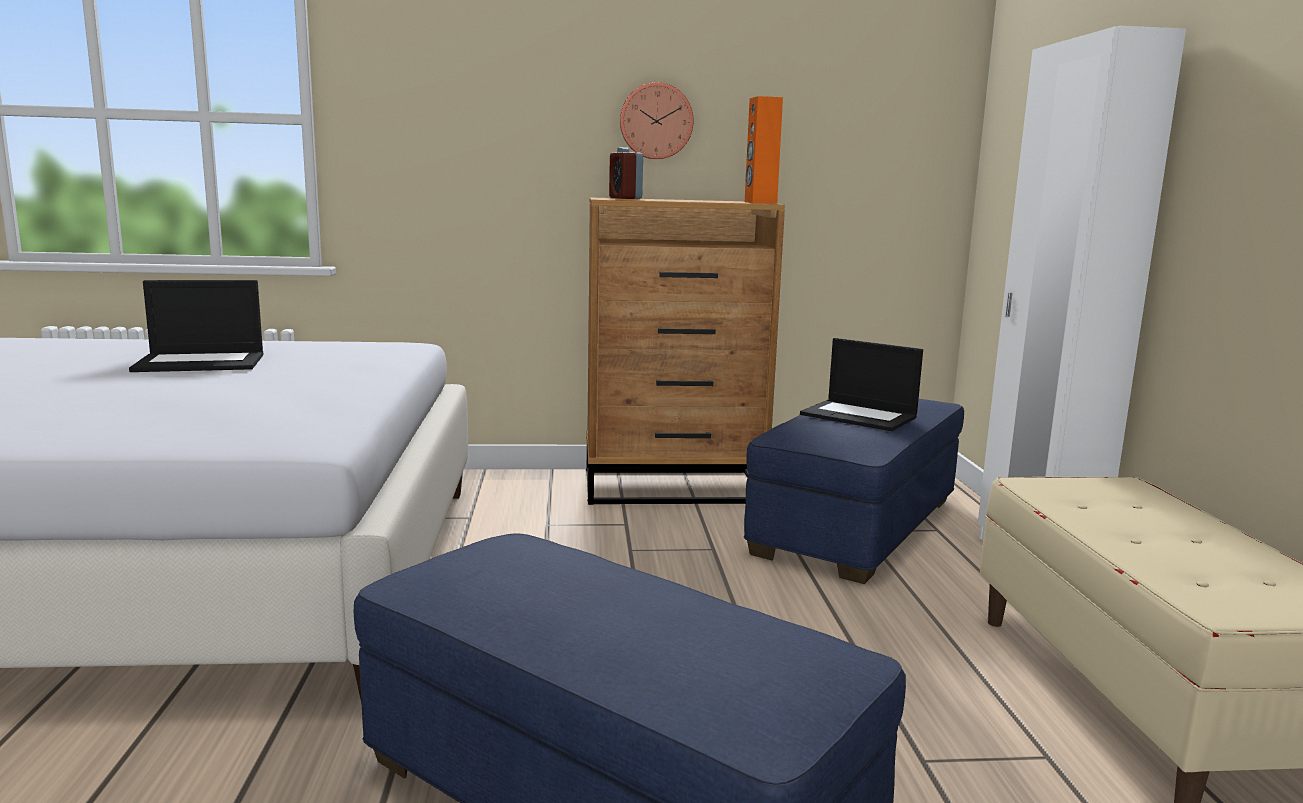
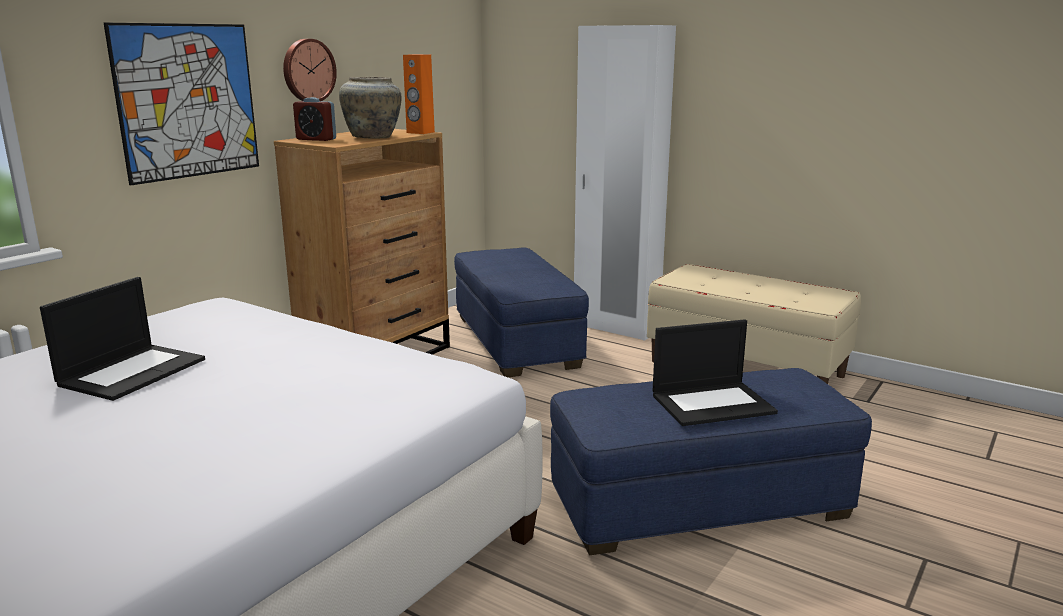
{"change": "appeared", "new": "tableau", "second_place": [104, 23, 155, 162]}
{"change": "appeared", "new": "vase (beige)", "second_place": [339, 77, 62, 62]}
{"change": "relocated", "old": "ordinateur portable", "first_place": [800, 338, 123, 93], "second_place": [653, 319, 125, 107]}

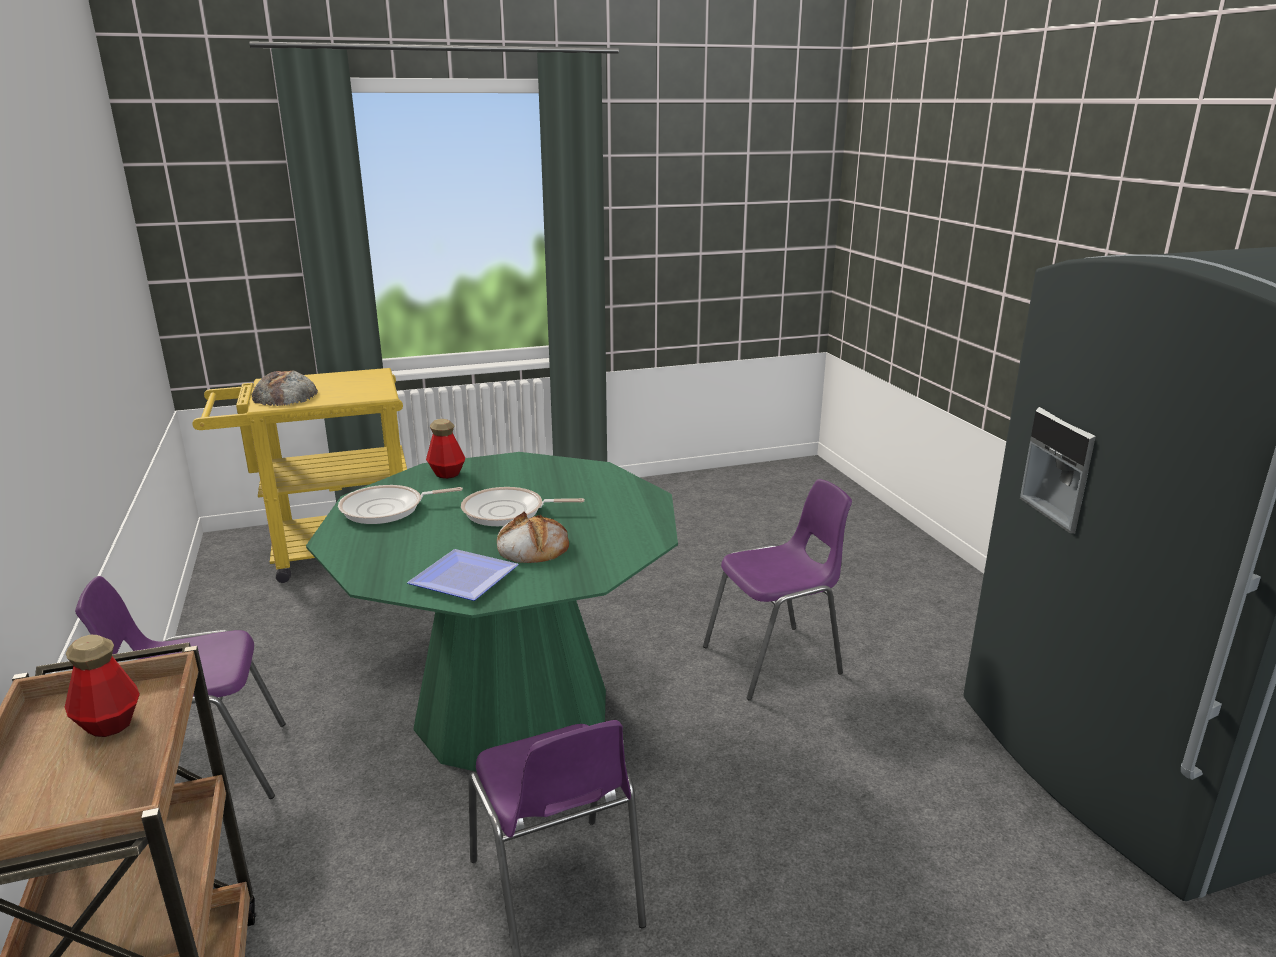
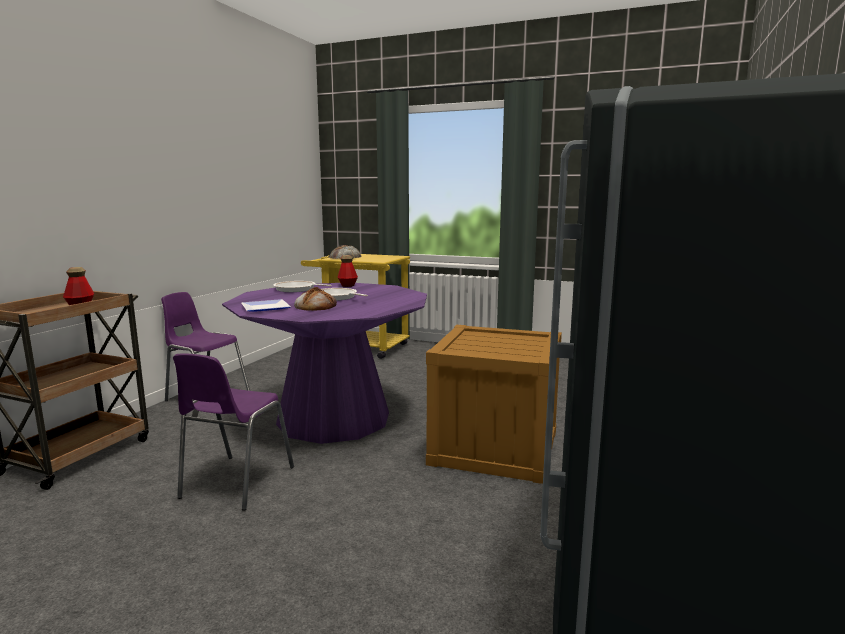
{"change": "exchanged", "old": "chaise (violet)", "new": "caisse", "first_place": [703, 479, 149, 222], "second_place": [426, 325, 136, 159]}
{"change": "colour", "old": "table à manger (vert)", "new": "table à manger (violet)", "first_place": [306, 452, 372, 320], "second_place": [222, 283, 205, 161]}

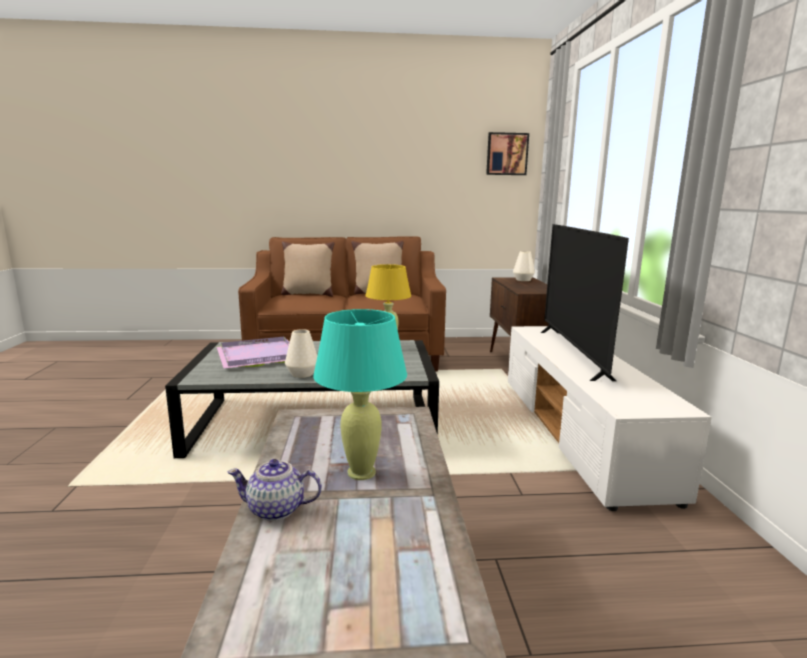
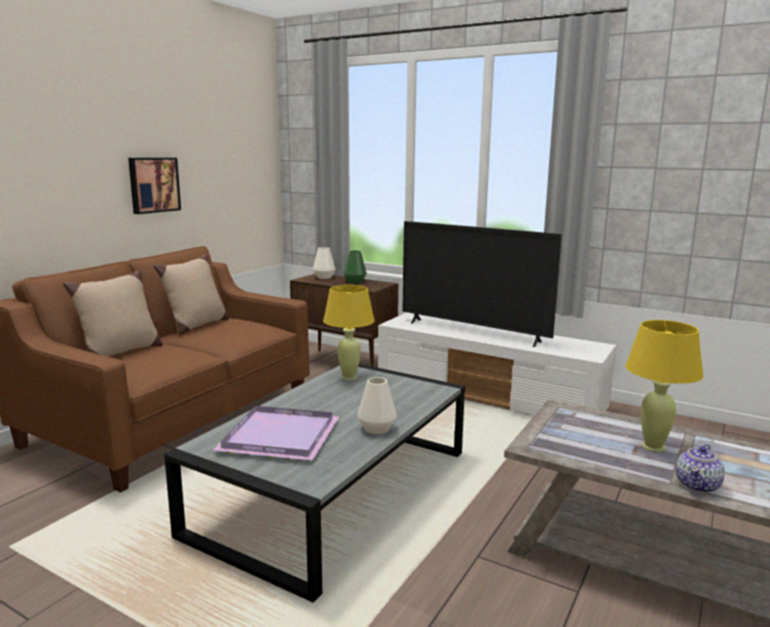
{"change": "appeared", "new": "vase (vert)", "second_place": [343, 251, 24, 32]}
{"change": "relocated", "old": "tableau", "first_place": [486, 132, 43, 43], "second_place": [128, 158, 53, 56]}
{"change": "colour", "old": "lampe de table (turquoise)", "new": "lampe de table (jaune)", "first_place": [313, 309, 94, 171], "second_place": [626, 320, 77, 132]}

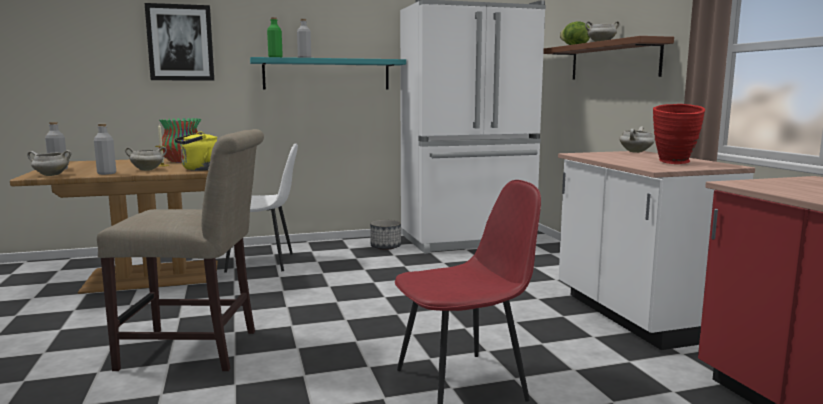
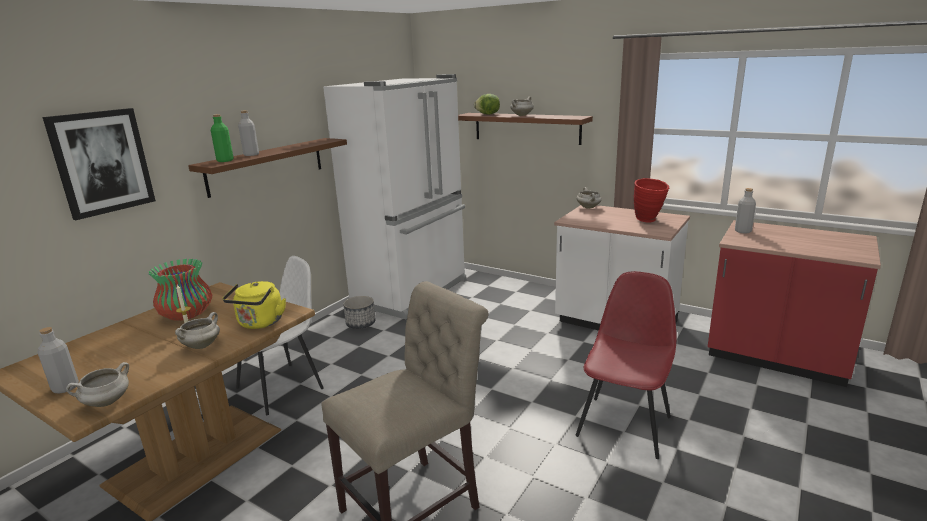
{"change": "relocated", "old": "bouteille (gris)", "first_place": [94, 124, 22, 51], "second_place": [735, 188, 21, 46]}
{"change": "colour", "old": "étagère (turquoise)", "new": "étagère (marron)", "first_place": [250, 57, 156, 33], "second_place": [188, 138, 159, 60]}

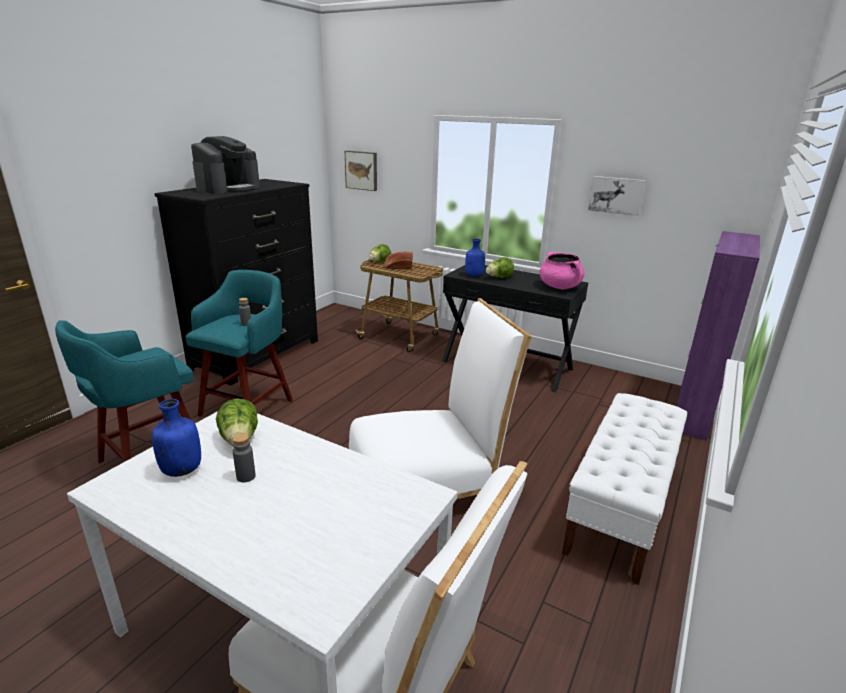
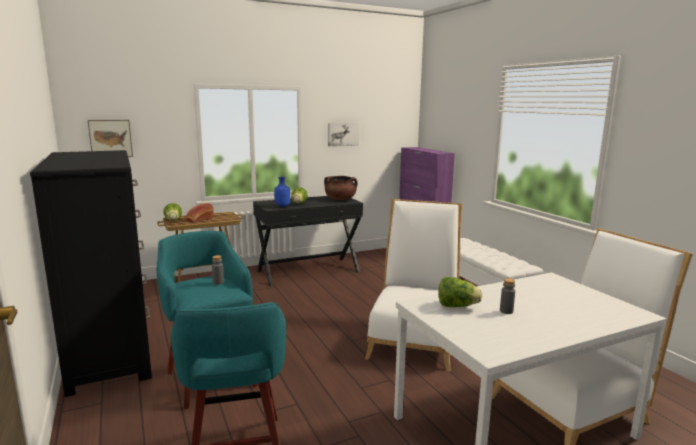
{"change": "missing", "old": "bouteille (bleu)", "first_place": [152, 399, 49, 78]}
{"change": "missing", "old": "machine à café", "first_place": [191, 136, 69, 58]}
{"change": "colour", "old": "marmite (rose)", "new": "marmite (marron)", "first_place": [540, 252, 45, 38], "second_place": [324, 176, 34, 24]}

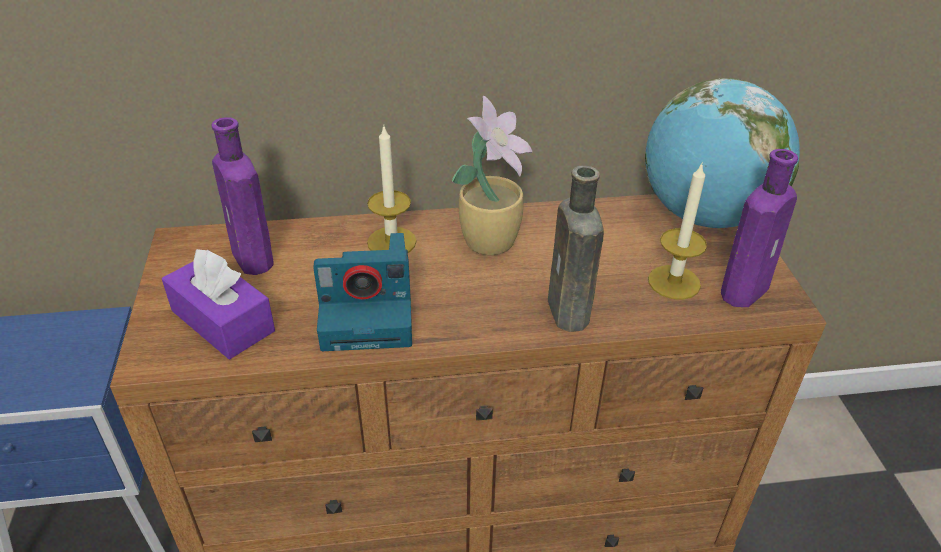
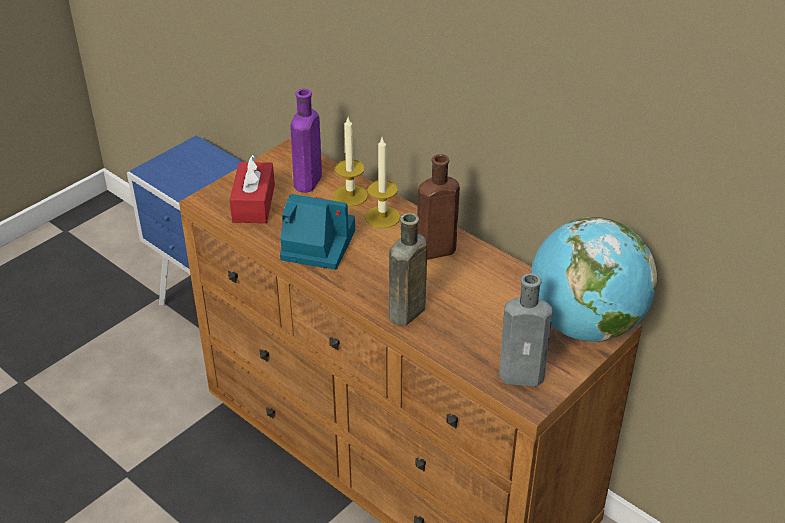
{"change": "relocated", "old": "bougie", "first_place": [648, 162, 59, 138], "second_place": [333, 117, 35, 90]}
{"change": "exchanged", "old": "plante en pot", "new": "bouteille (marron)", "first_place": [452, 96, 81, 159], "second_place": [417, 154, 43, 106]}
{"change": "colour", "old": "boîte à mouchoirs (violet)", "new": "boîte à mouchoirs (rouge)", "first_place": [162, 249, 113, 110], "second_place": [230, 155, 45, 68]}
{"change": "colour", "old": "bouteille (violet)", "new": "bouteille (gris)", "first_place": [721, 149, 77, 158], "second_place": [499, 273, 54, 113]}
{"change": "spun", "old": "appareil photo", "first_place": [313, 233, 99, 118], "second_place": [280, 194, 75, 76], "degrees": 150}

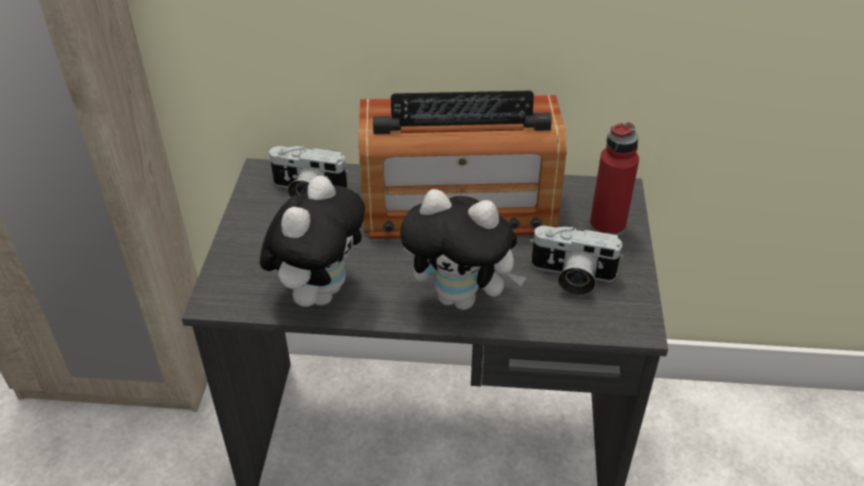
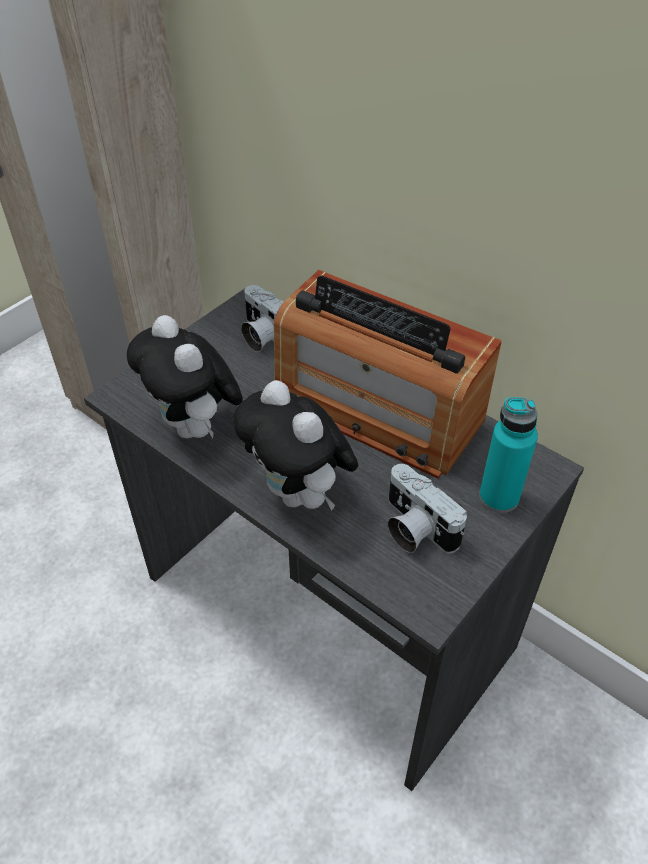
{"change": "colour", "old": "bouteille (rouge)", "new": "bouteille (turquoise)", "first_place": [590, 122, 49, 114], "second_place": [479, 397, 59, 116]}
{"change": "spun", "old": "peluche", "first_place": [260, 176, 105, 131], "second_place": [127, 315, 116, 124], "degrees": 90}

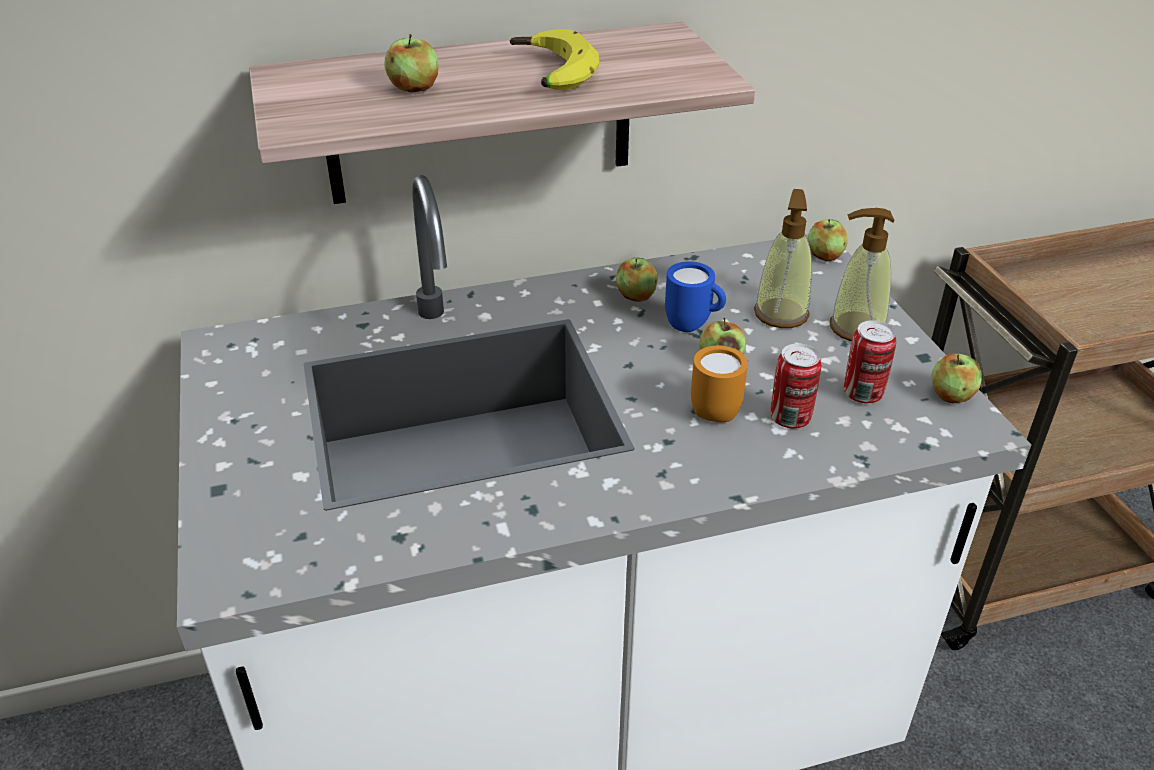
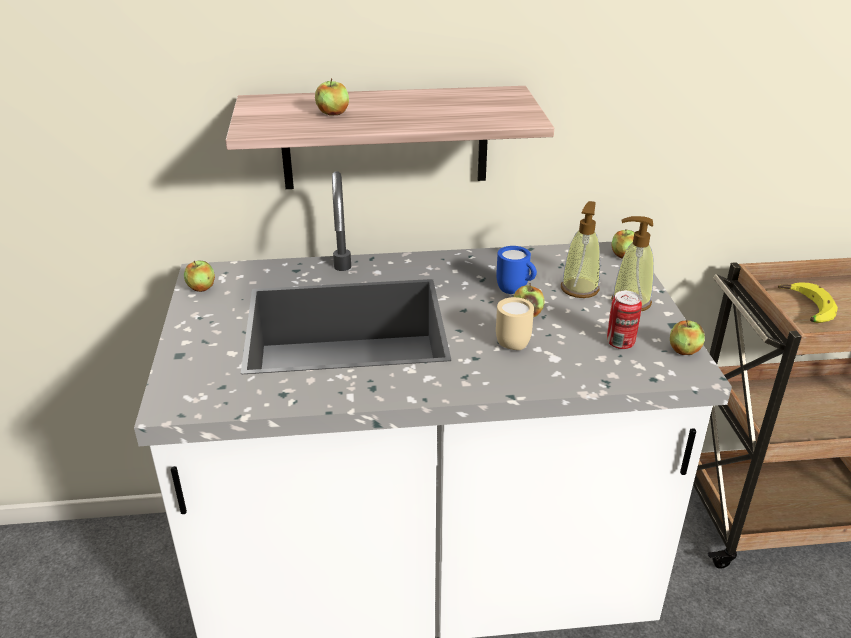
{"change": "missing", "old": "boîte métallique", "first_place": [770, 343, 51, 86]}
{"change": "relocated", "old": "banane", "first_place": [510, 29, 89, 61], "second_place": [778, 282, 60, 41]}
{"change": "relocated", "old": "pomme", "first_place": [616, 258, 42, 44], "second_place": [184, 261, 31, 31]}
{"change": "colour", "old": "mug (orange)", "new": "mug (beige)", "first_place": [691, 345, 57, 77], "second_place": [496, 297, 38, 53]}

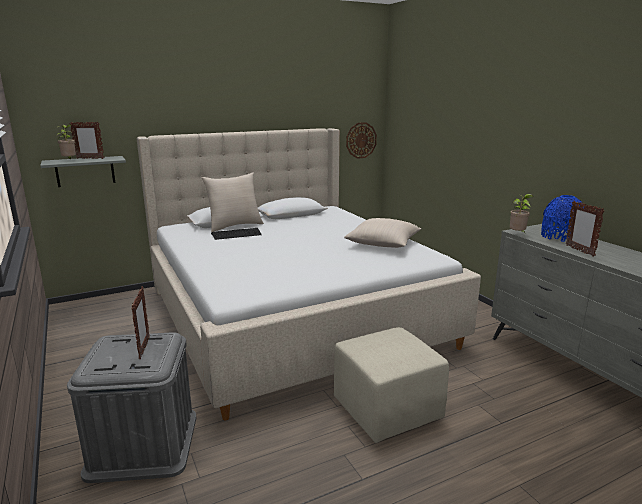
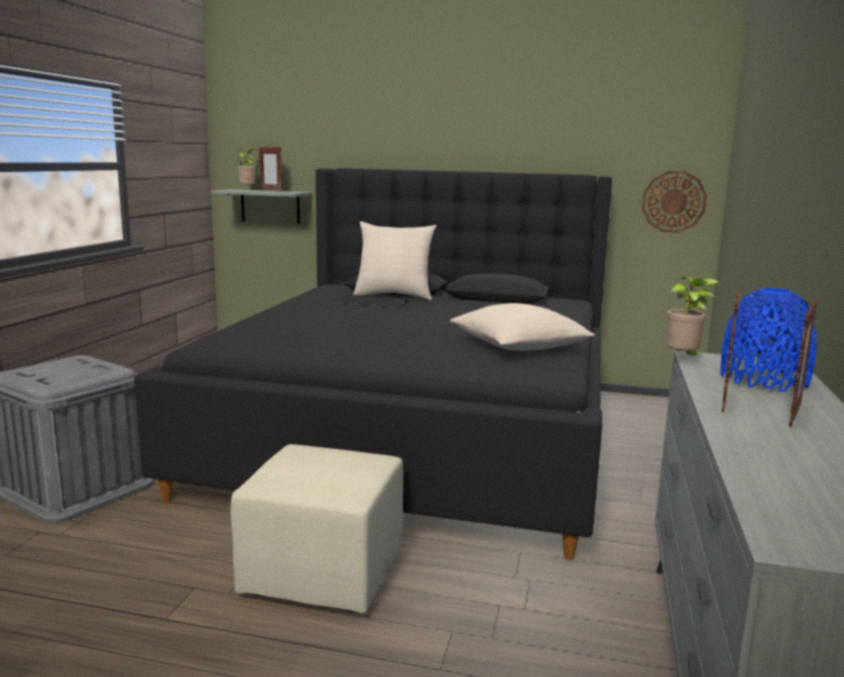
{"change": "relocated", "old": "cadre photo", "first_place": [131, 286, 19, 74], "second_place": [789, 299, 28, 128]}
{"change": "colour", "old": "lit (beige)", "new": "lit (noir)", "first_place": [137, 128, 344, 292], "second_place": [134, 168, 478, 392]}

